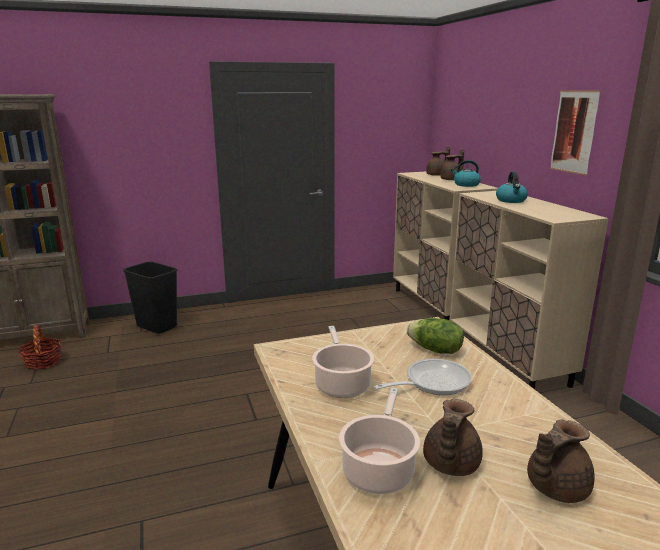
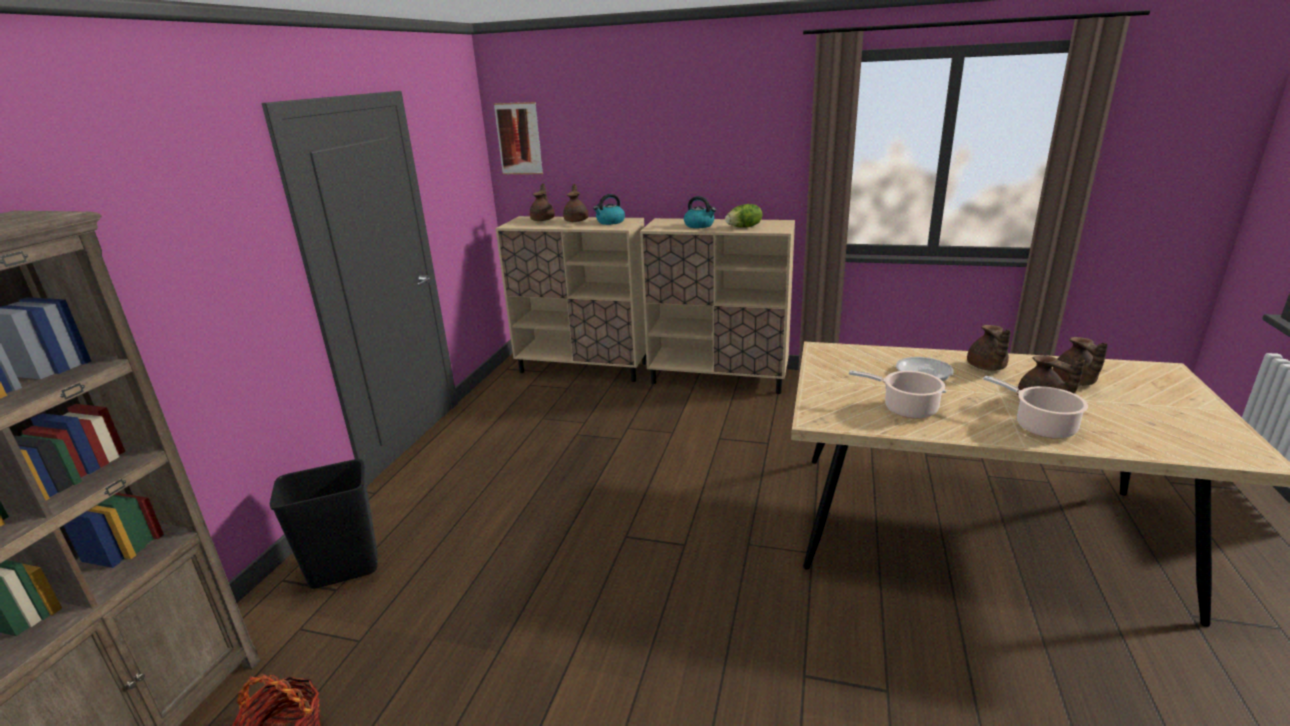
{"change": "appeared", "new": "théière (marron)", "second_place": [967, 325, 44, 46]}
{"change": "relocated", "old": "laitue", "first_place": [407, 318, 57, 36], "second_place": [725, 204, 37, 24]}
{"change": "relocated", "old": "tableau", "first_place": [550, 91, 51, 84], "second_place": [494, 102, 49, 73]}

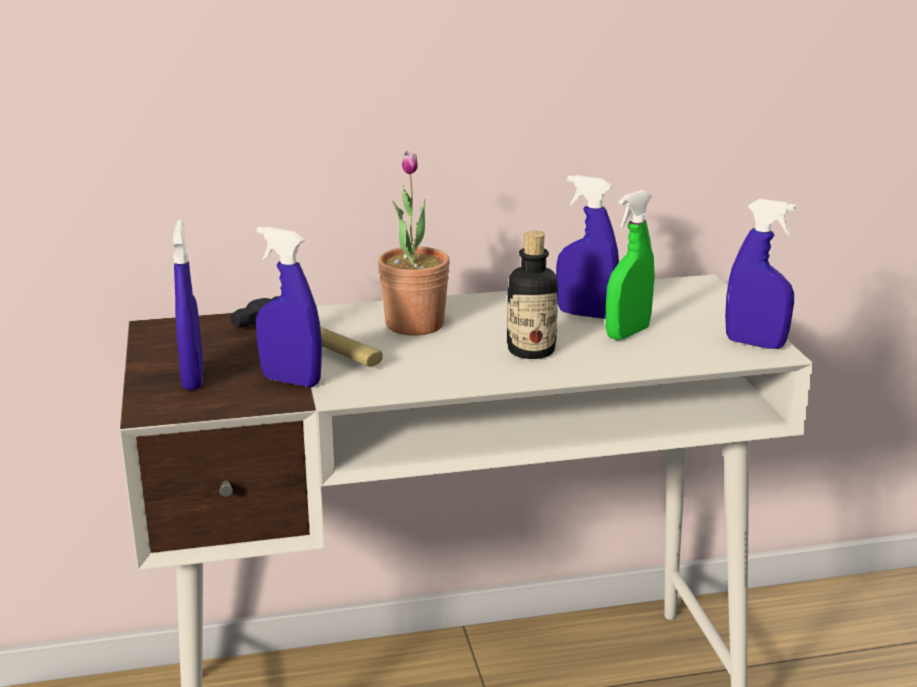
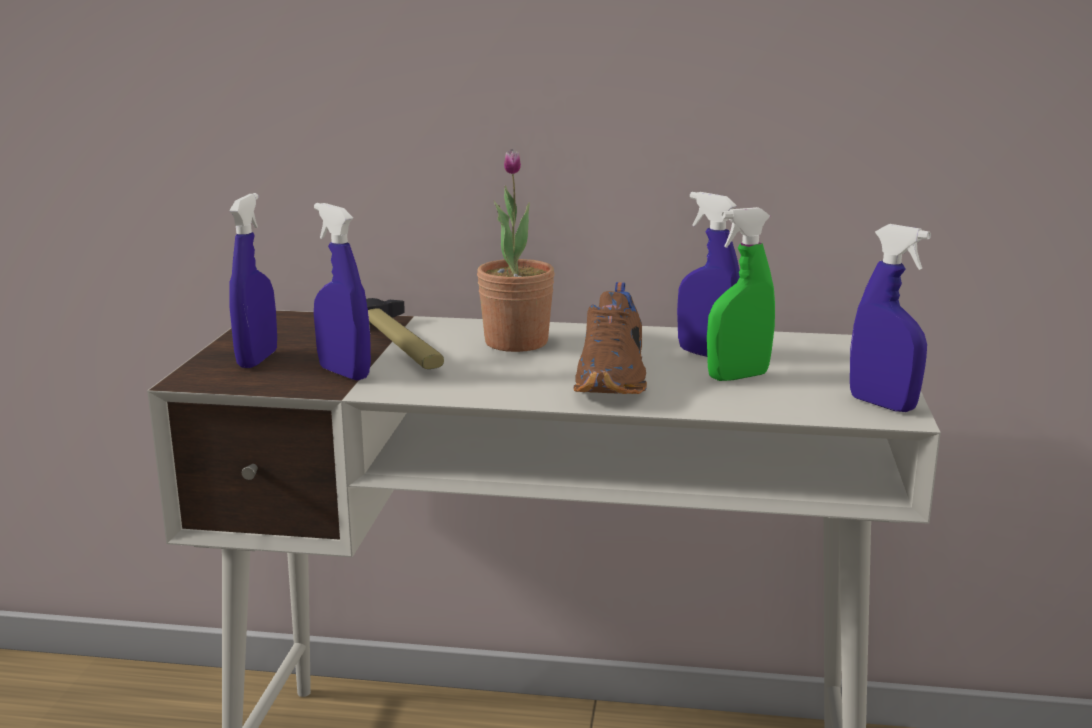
{"change": "exchanged", "old": "bouteille", "new": "chaussure (marron)", "first_place": [507, 231, 51, 128], "second_place": [573, 282, 74, 112]}

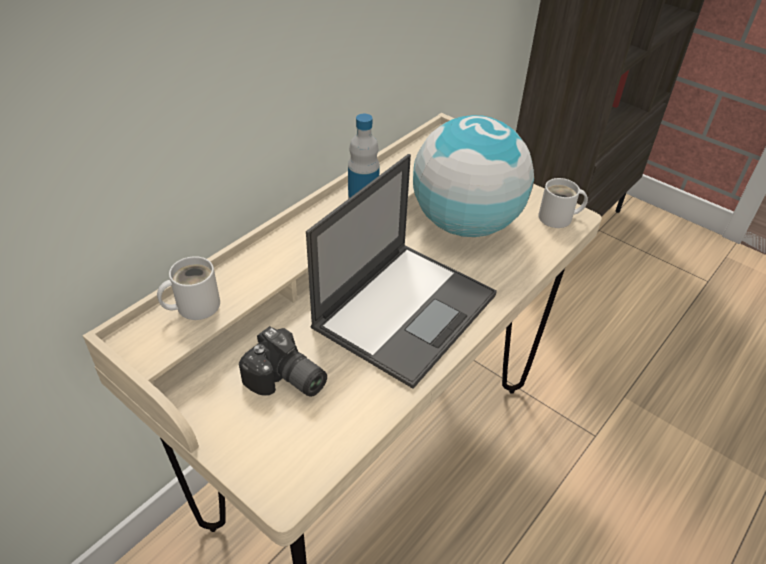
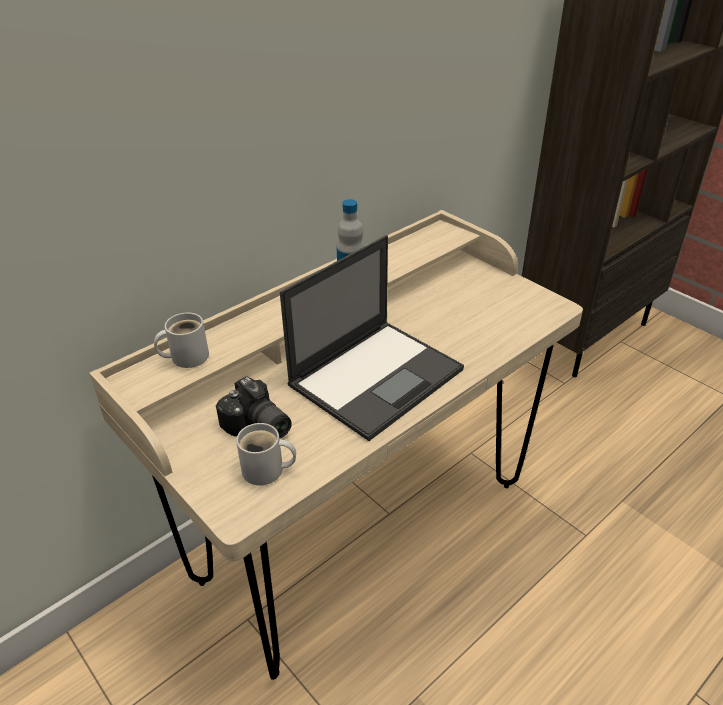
{"change": "missing", "old": "globe", "first_place": [413, 115, 121, 122]}
{"change": "relocated", "old": "mug (blanc)", "first_place": [538, 178, 50, 50], "second_place": [236, 423, 60, 62]}

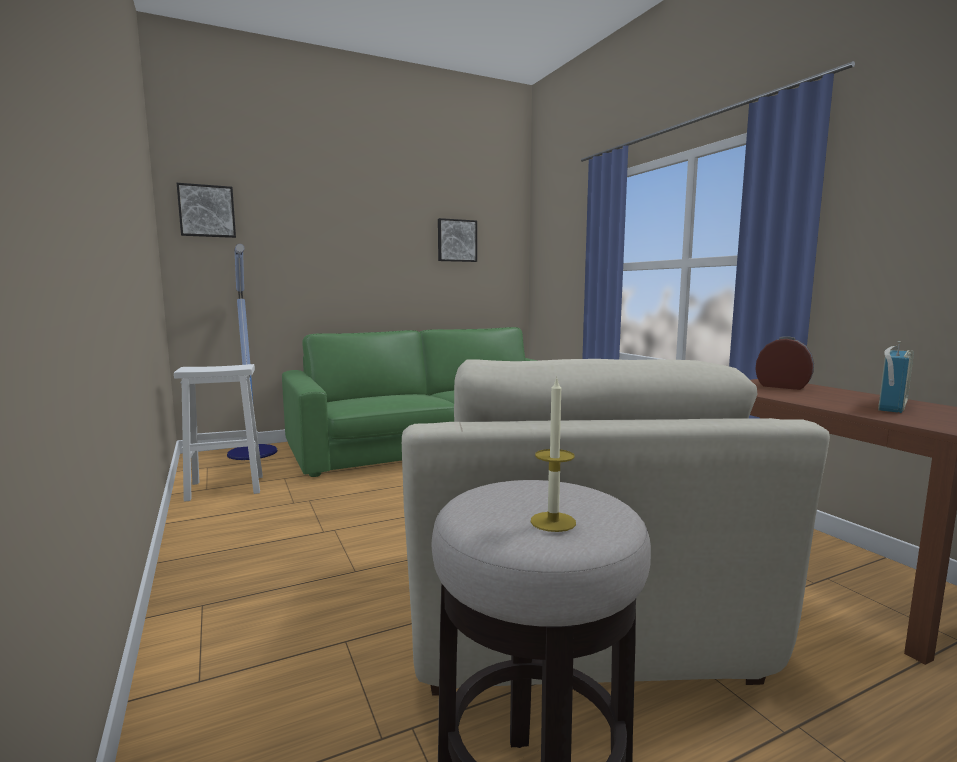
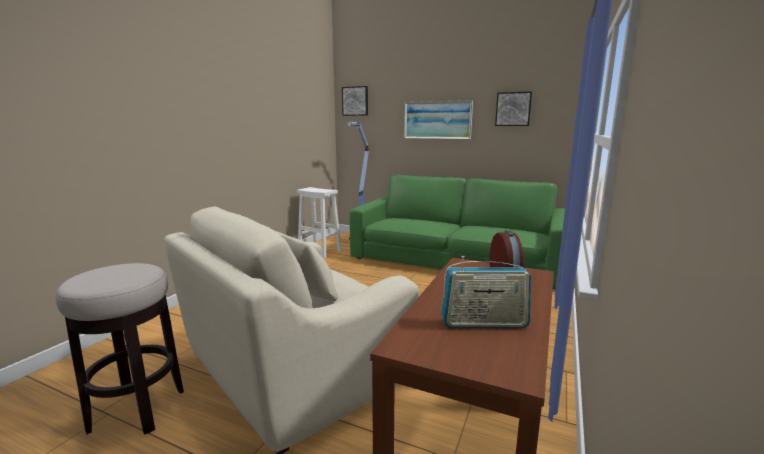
{"change": "missing", "old": "bougie", "first_place": [531, 376, 45, 156]}
{"change": "appeared", "new": "tableau", "second_place": [404, 100, 69, 40]}

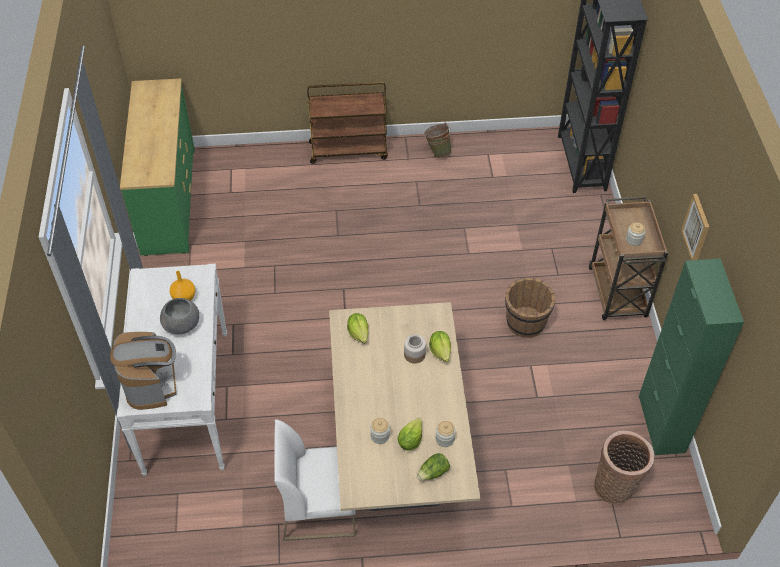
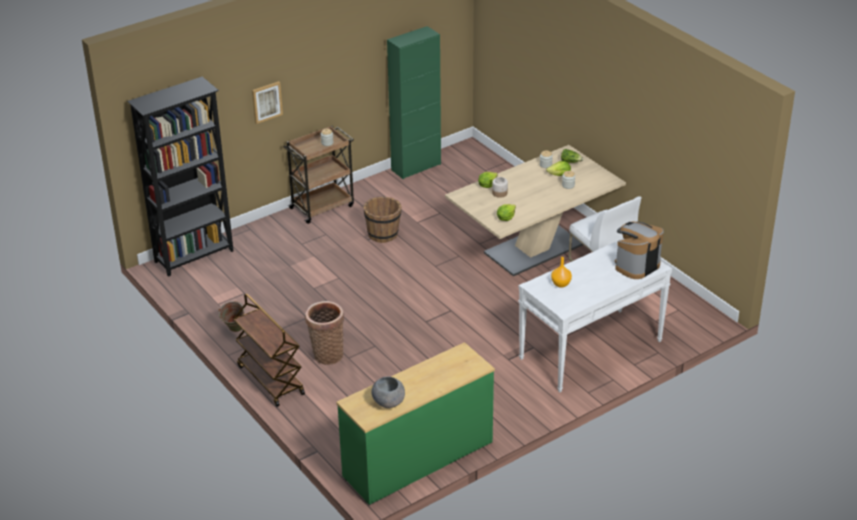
{"change": "relocated", "old": "bol (gris)", "first_place": [160, 298, 39, 36], "second_place": [372, 377, 33, 31]}
{"change": "relocated", "old": "panier", "first_place": [594, 431, 60, 73], "second_place": [305, 301, 39, 64]}
{"change": "relocated", "old": "tableau", "first_place": [681, 194, 28, 66], "second_place": [252, 81, 31, 43]}

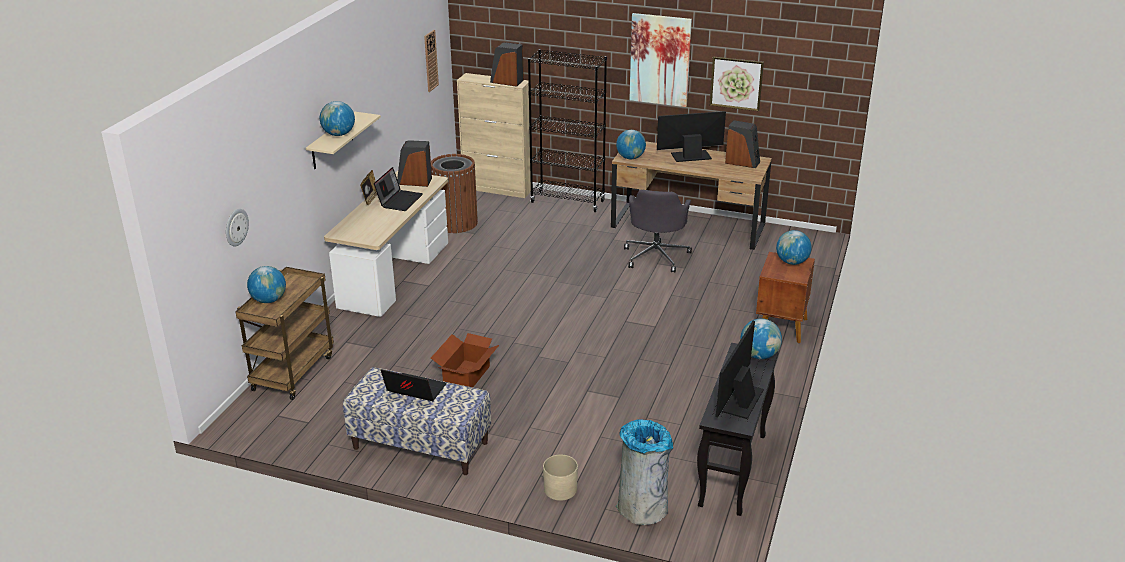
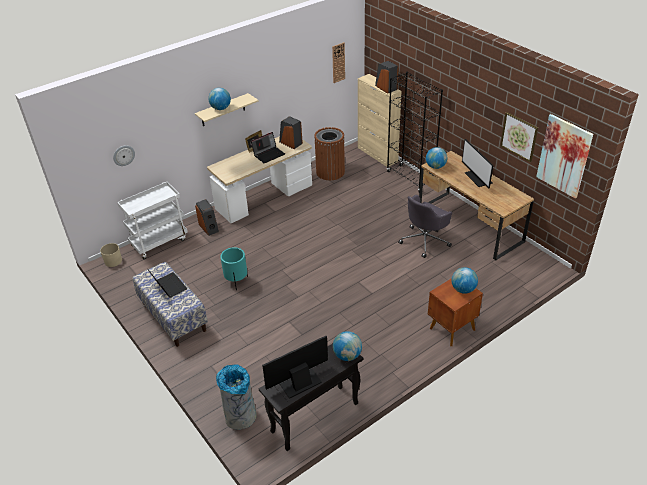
{"change": "missing", "old": "globe", "first_place": [247, 266, 39, 37]}
{"change": "relocated", "old": "cache-pot (beige)", "first_place": [543, 454, 35, 47], "second_place": [100, 243, 22, 24]}
{"change": "relocated", "old": "tableau", "first_place": [629, 13, 63, 94], "second_place": [536, 114, 57, 84]}
{"change": "relocated", "old": "enceinte", "first_place": [725, 120, 35, 48], "second_place": [195, 199, 24, 37]}
{"change": "exchanged", "old": "carton", "new": "cache-pot (turquoise)", "first_place": [431, 333, 68, 54], "second_place": [220, 247, 28, 44]}
{"change": "colour", "old": "chariot (marron)", "new": "chariot (blanc)", "first_place": [235, 267, 99, 133], "second_place": [117, 182, 71, 78]}
{"change": "spun", "old": "écran d'ordinateur", "first_place": [657, 111, 69, 51], "second_place": [462, 139, 32, 50], "degrees": -135}

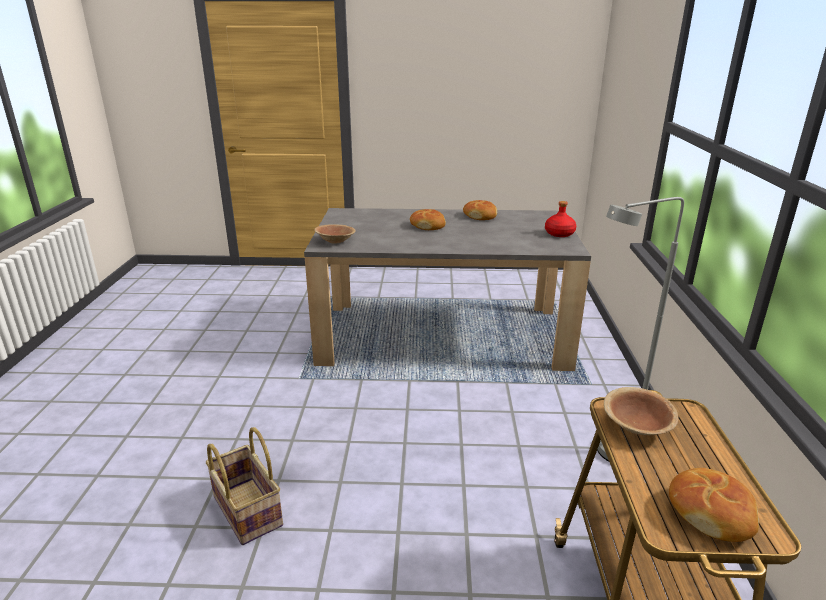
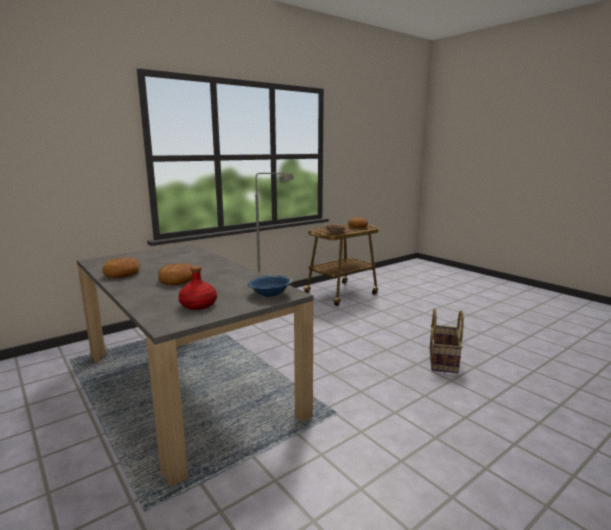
{"change": "relocated", "old": "bouteille (rouge)", "first_place": [545, 201, 31, 36], "second_place": [178, 266, 39, 44]}
{"change": "colour", "old": "bol (marron)", "new": "bol (bleu)", "first_place": [314, 224, 42, 19], "second_place": [248, 275, 45, 22]}

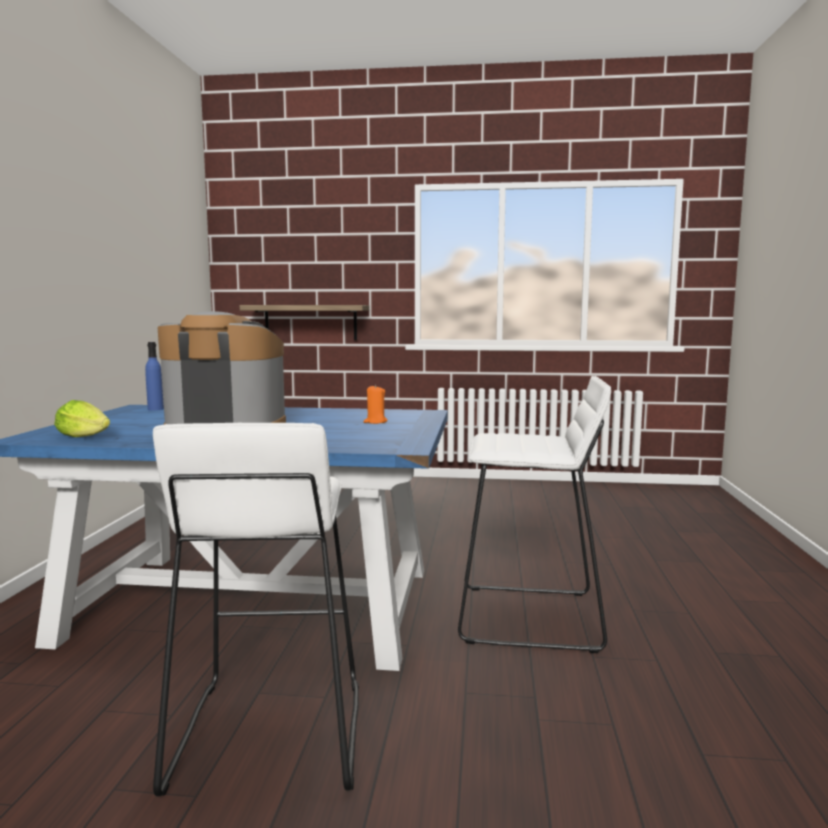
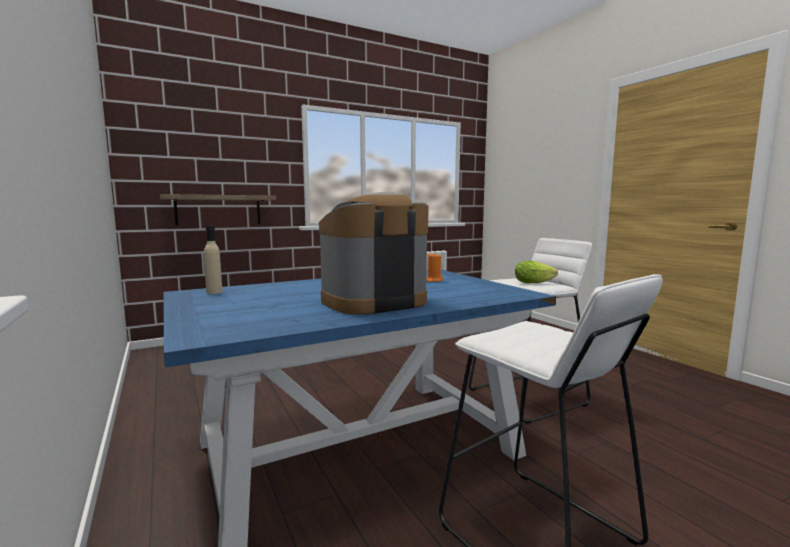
{"change": "relocated", "old": "laitue", "first_place": [54, 400, 56, 37], "second_place": [515, 261, 43, 22]}
{"change": "colour", "old": "bouteille (bleu)", "new": "bouteille (beige)", "first_place": [145, 342, 19, 69], "second_place": [204, 225, 19, 69]}

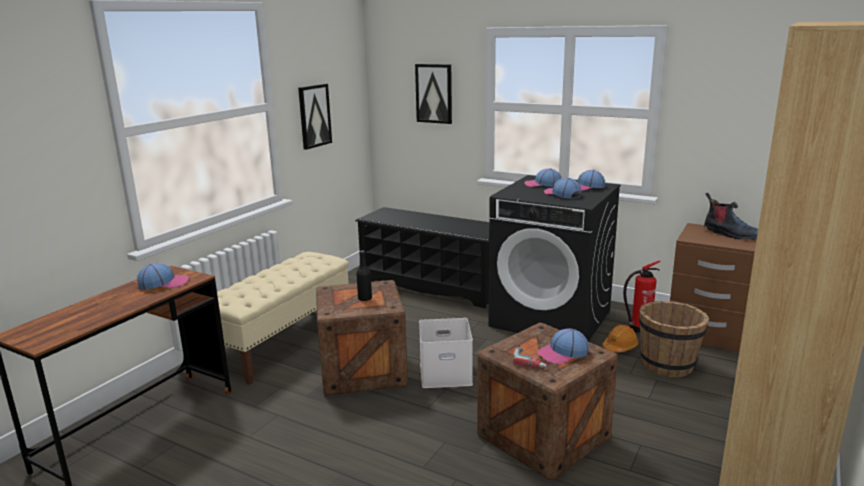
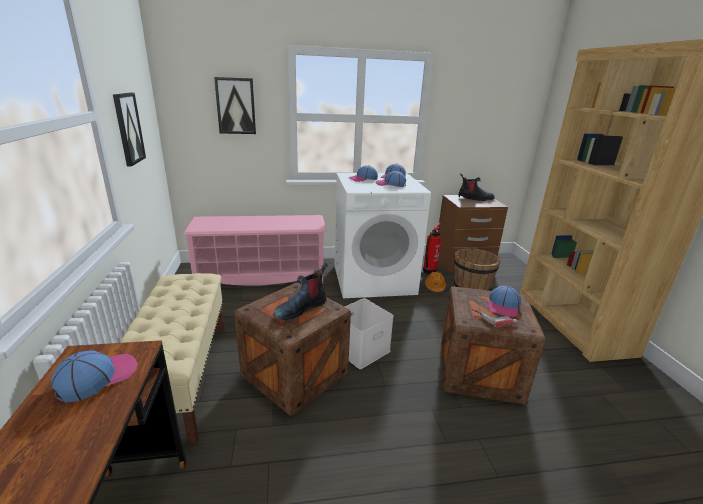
{"change": "exchanged", "old": "bouteille (noir)", "new": "botte", "first_place": [356, 250, 16, 51], "second_place": [273, 263, 55, 57]}
{"change": "colour", "old": "étagère à chaussures (noir)", "new": "étagère à chaussures (rose)", "first_place": [355, 207, 134, 101], "second_place": [183, 215, 144, 71]}
{"change": "colour", "old": "lave-linge (noir)", "new": "lave-linge (blanc)", "first_place": [488, 175, 133, 166], "second_place": [334, 173, 97, 125]}

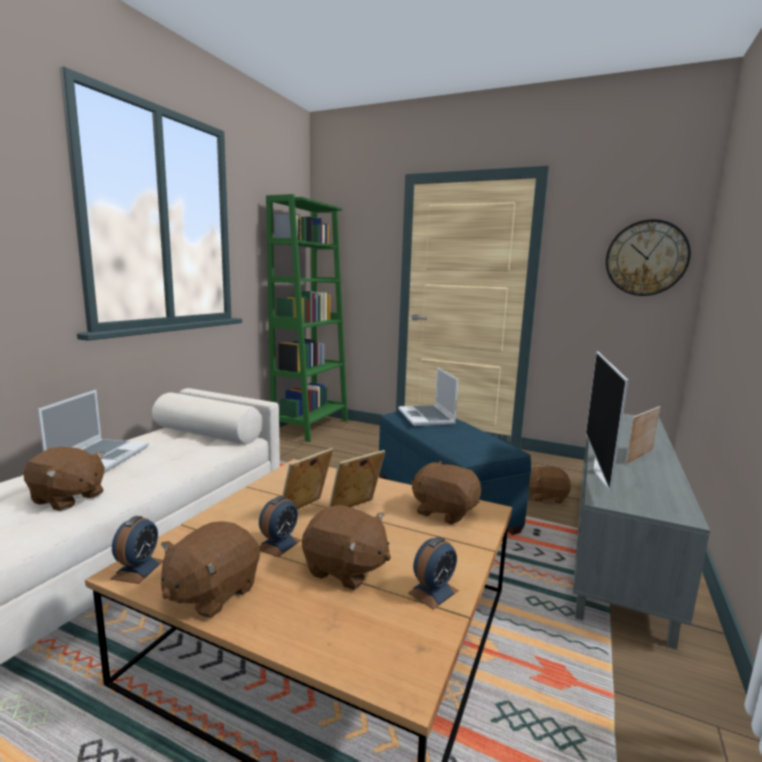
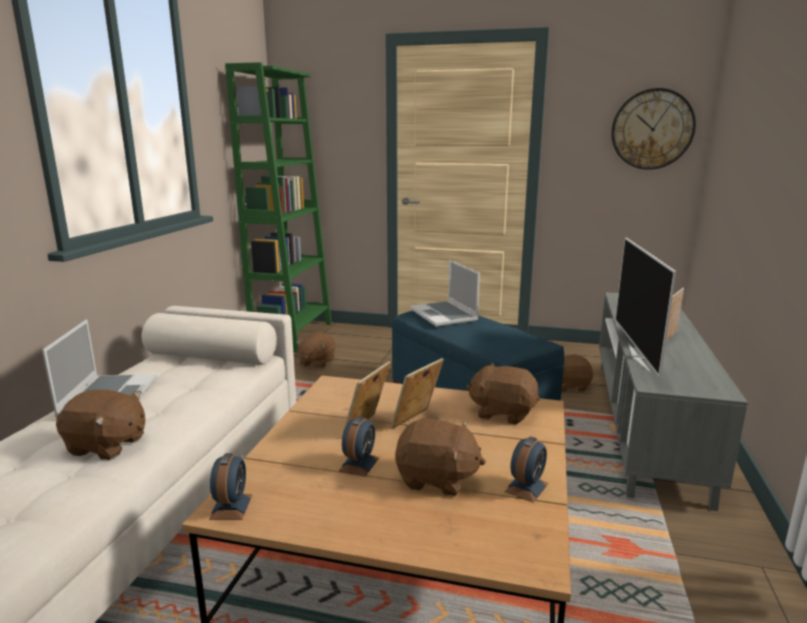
{"change": "relocated", "old": "peluche (marron)", "first_place": [161, 521, 99, 97], "second_place": [296, 332, 40, 36]}

